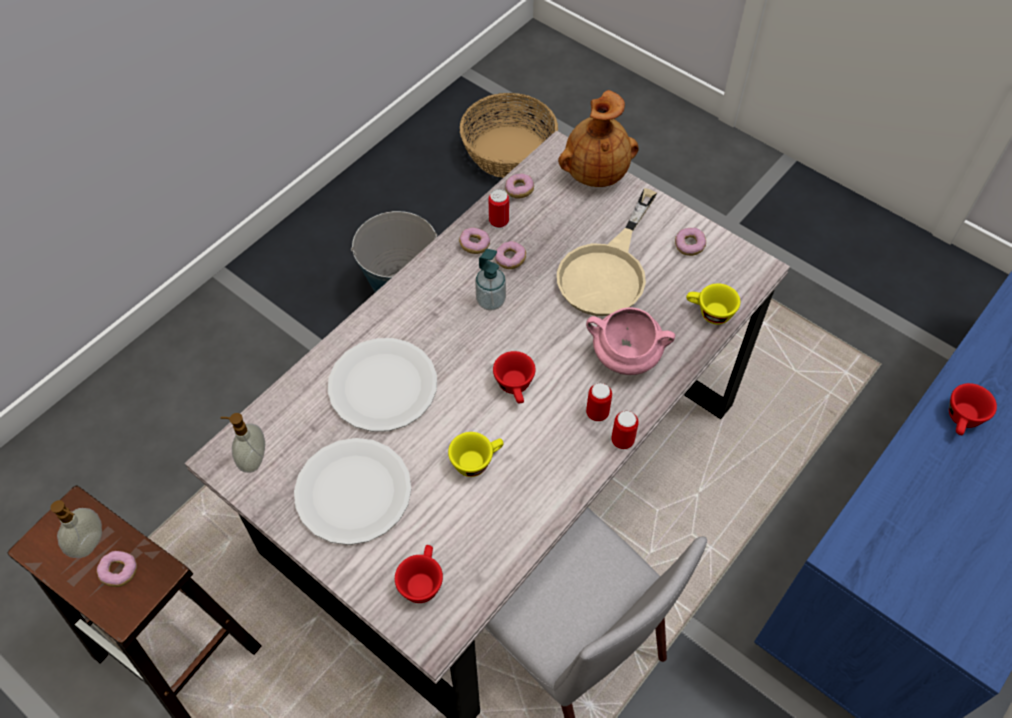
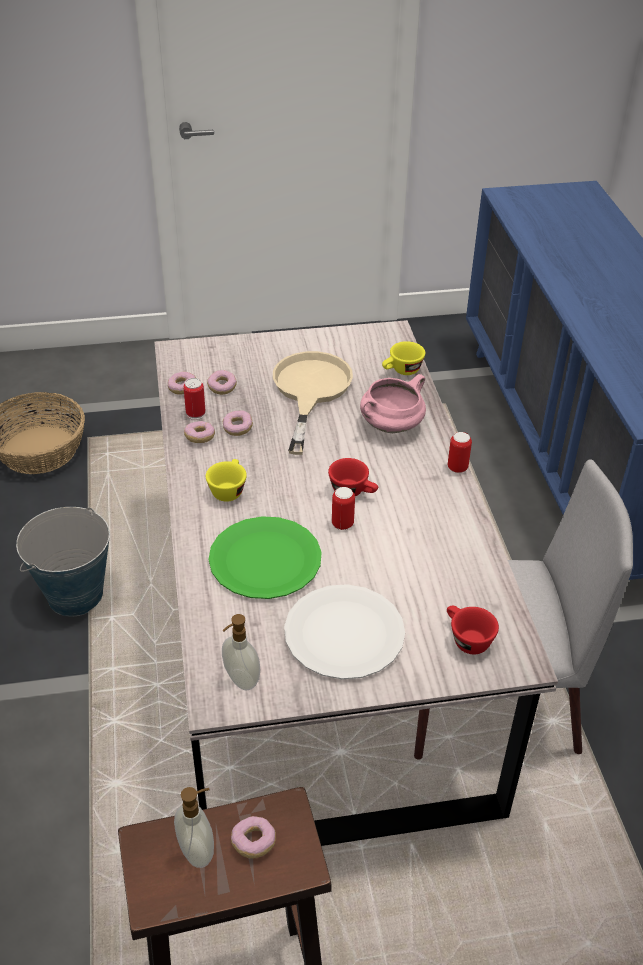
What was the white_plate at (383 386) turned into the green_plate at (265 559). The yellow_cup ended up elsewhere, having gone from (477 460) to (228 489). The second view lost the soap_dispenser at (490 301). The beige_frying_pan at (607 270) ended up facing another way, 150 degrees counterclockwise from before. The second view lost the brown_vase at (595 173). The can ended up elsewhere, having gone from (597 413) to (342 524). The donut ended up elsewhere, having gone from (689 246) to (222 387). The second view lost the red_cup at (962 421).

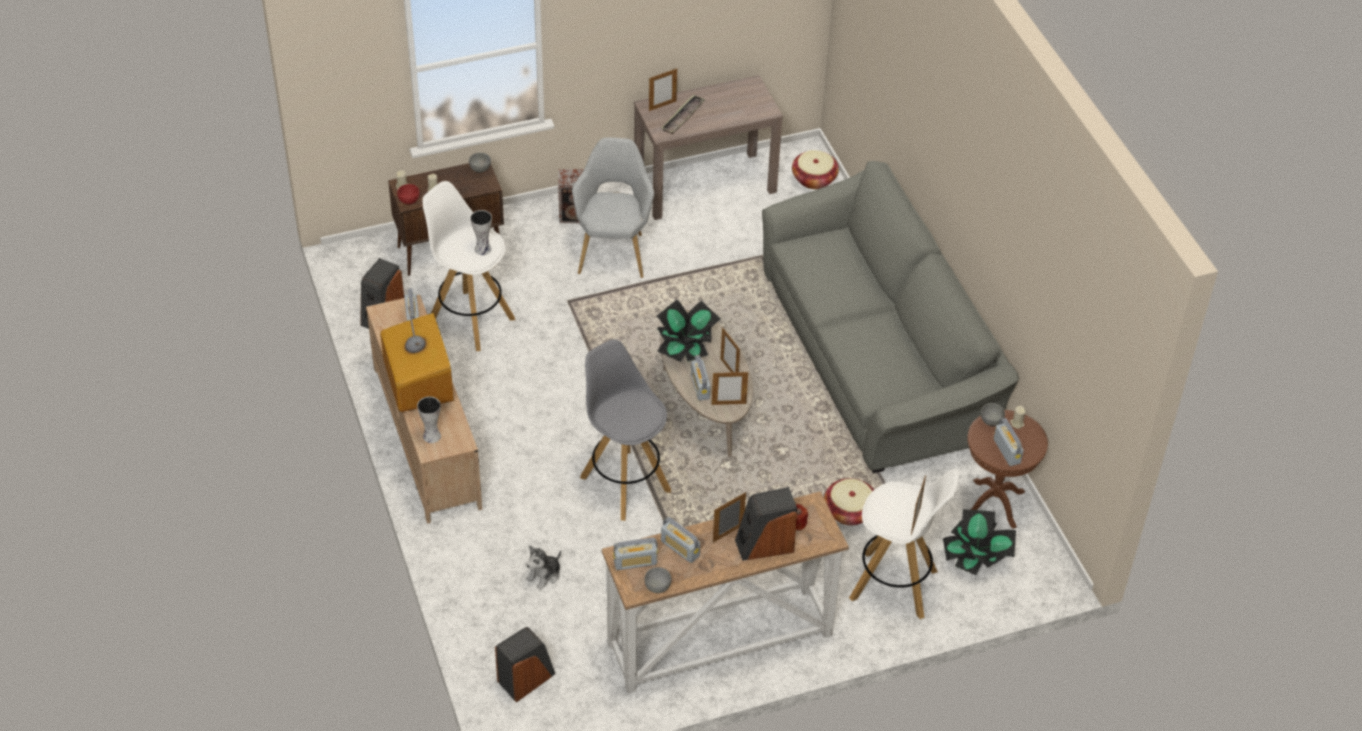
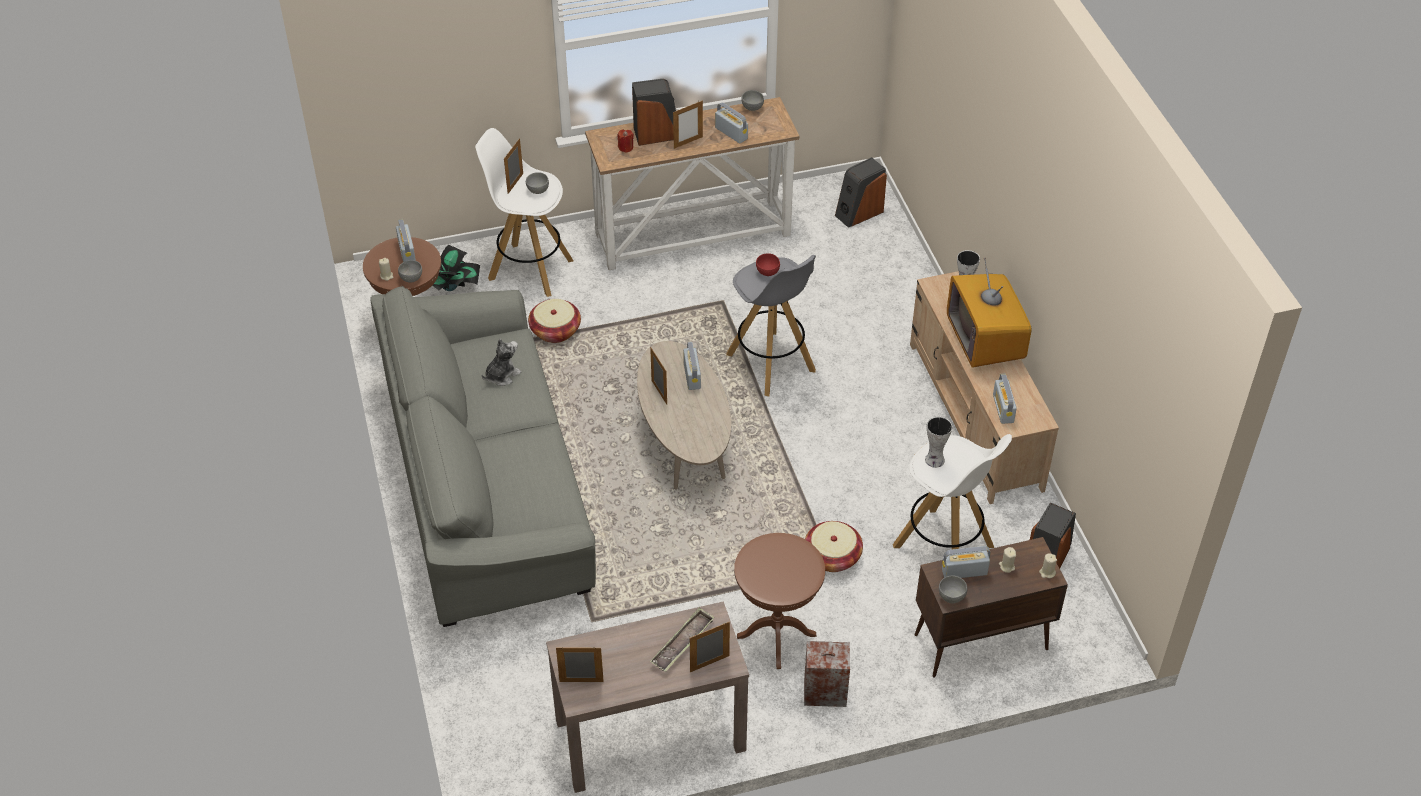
The red_bowl ended up elsewhere, having gone from (409 201) to (767 272). The plush_toy ended up elsewhere, having gone from (544 575) to (502 375). Where the grey_armchair stood at (613 250), the brown_side_table came to stand at (776 636). The radio ended up elsewhere, having gone from (635 562) to (964 572). The second view lost the potted_plant at (686 348). The picture_frame ended up elsewhere, having gone from (728 404) to (581 681). The basket ended up elsewhere, having gone from (814 179) to (832 556). The second view gained the grey_bowl at (538 190).

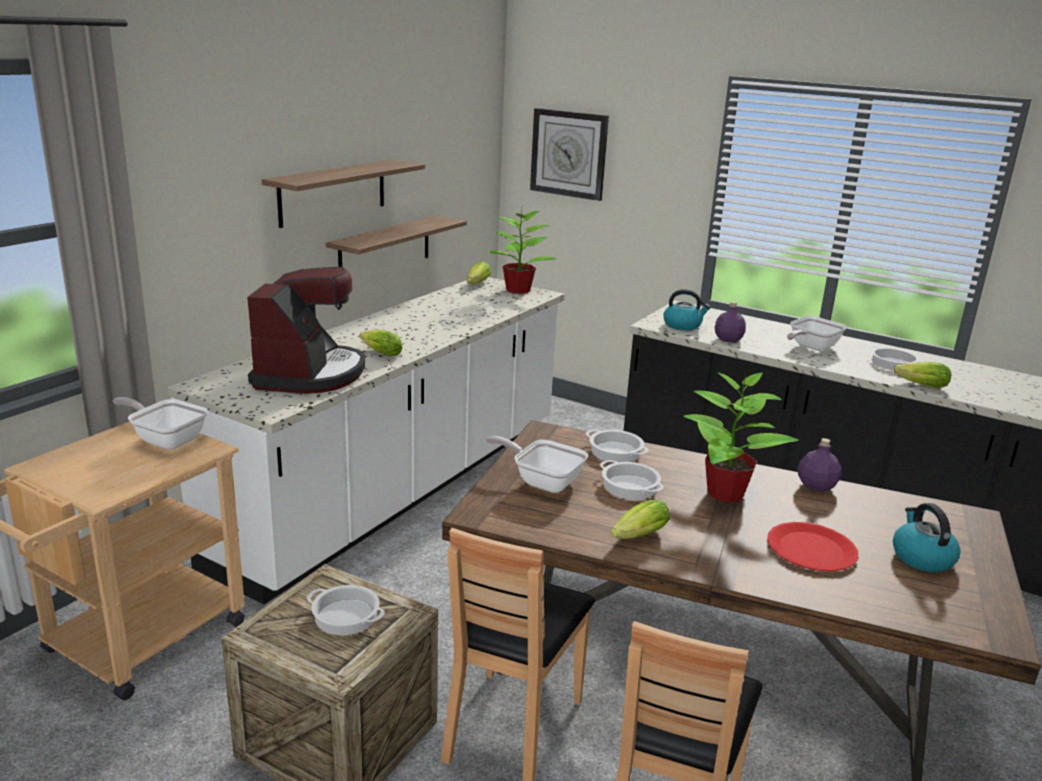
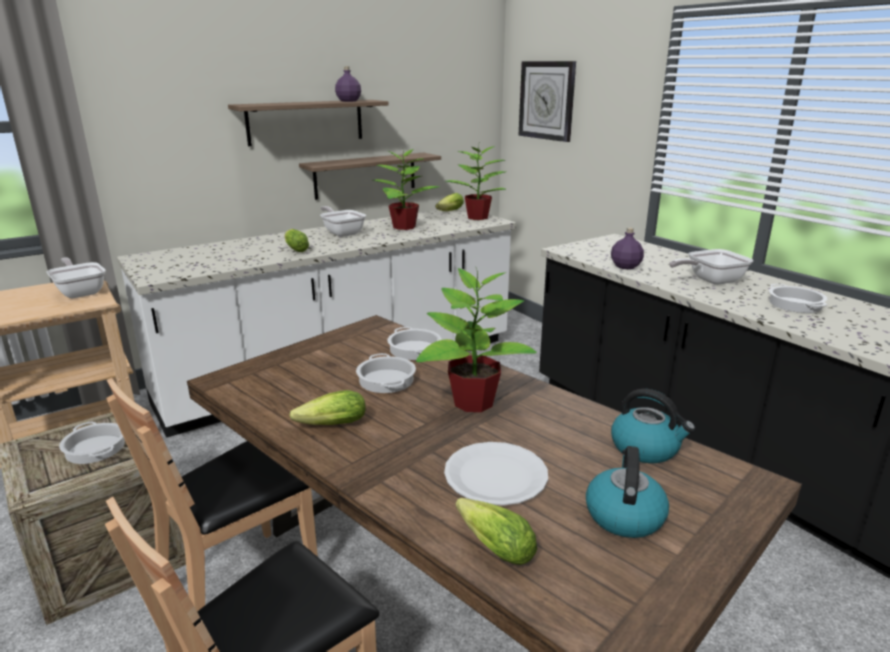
The second view lost the coffee_machine at (310 374). The frying_pan ended up elsewhere, having gone from (542 481) to (342 233). The kettle ended up elsewhere, having gone from (683 325) to (646 448). What was the red_plate at (811 549) turned into the white_plate at (495 475). The purple_bottle ended up elsewhere, having gone from (817 486) to (349 101). The lettuce ended up elsewhere, having gone from (919 385) to (491 545). The second view gained the potted_plant at (403 227).

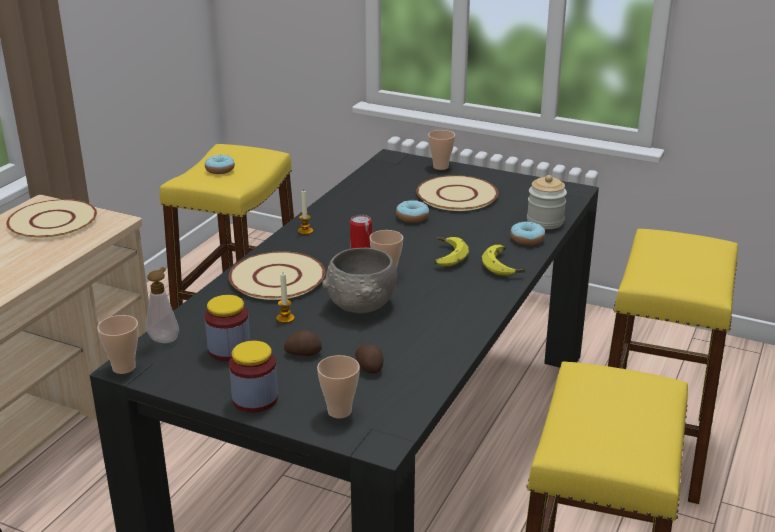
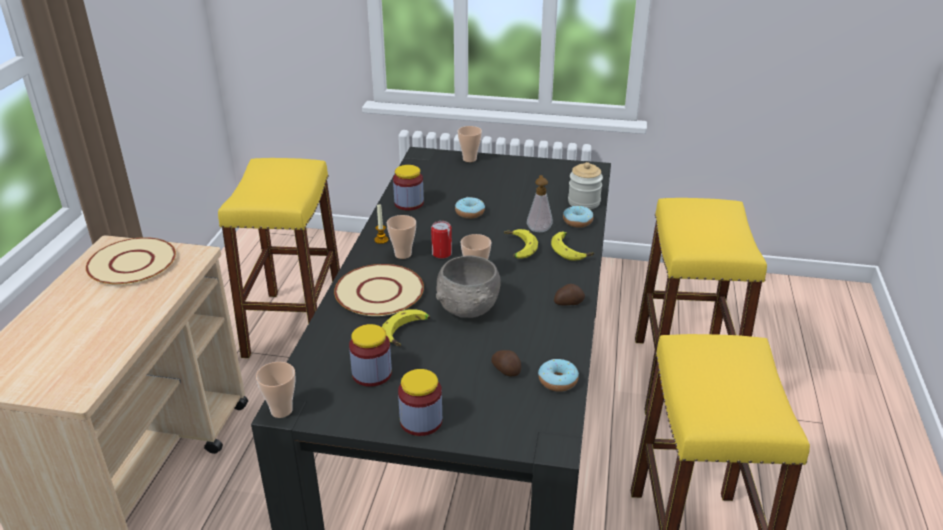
The soap_dispenser ended up elsewhere, having gone from (165 338) to (539 229). The donut ended up elsewhere, having gone from (220 170) to (557 381). Where the candle stood at (285 318), the banana came to stand at (407 333). The potato ended up elsewhere, having gone from (303 352) to (568 302). The cup ended up elsewhere, having gone from (339 411) to (403 254). The second view lost the beige_plate at (457 195). The second view gained the jar at (409 203).

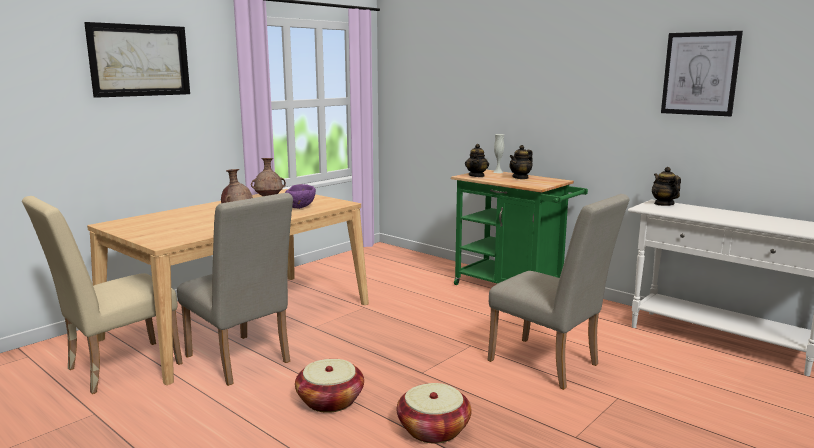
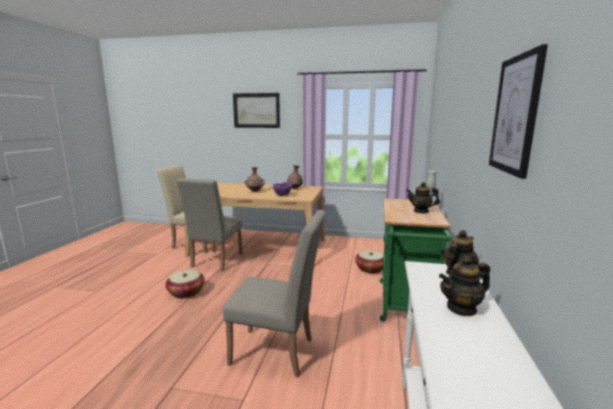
The basket ended up elsewhere, having gone from (433 429) to (370 269). The teapot ended up elsewhere, having gone from (476 176) to (461 308). The beige_chair at (550 365) ended up facing another way, 90 degrees counterclockwise from before.

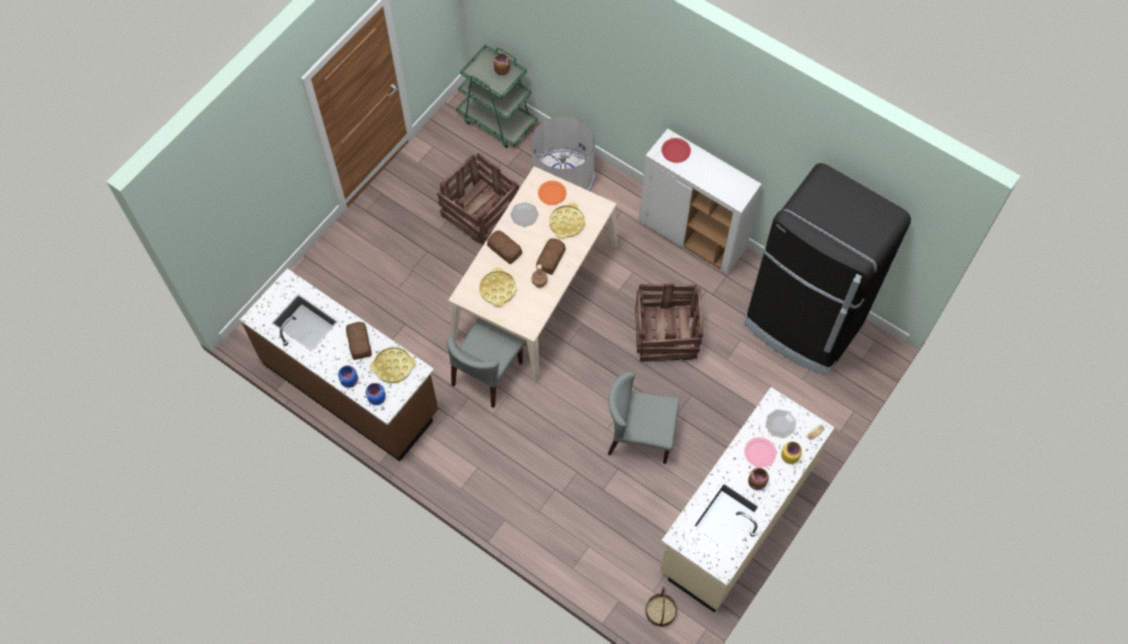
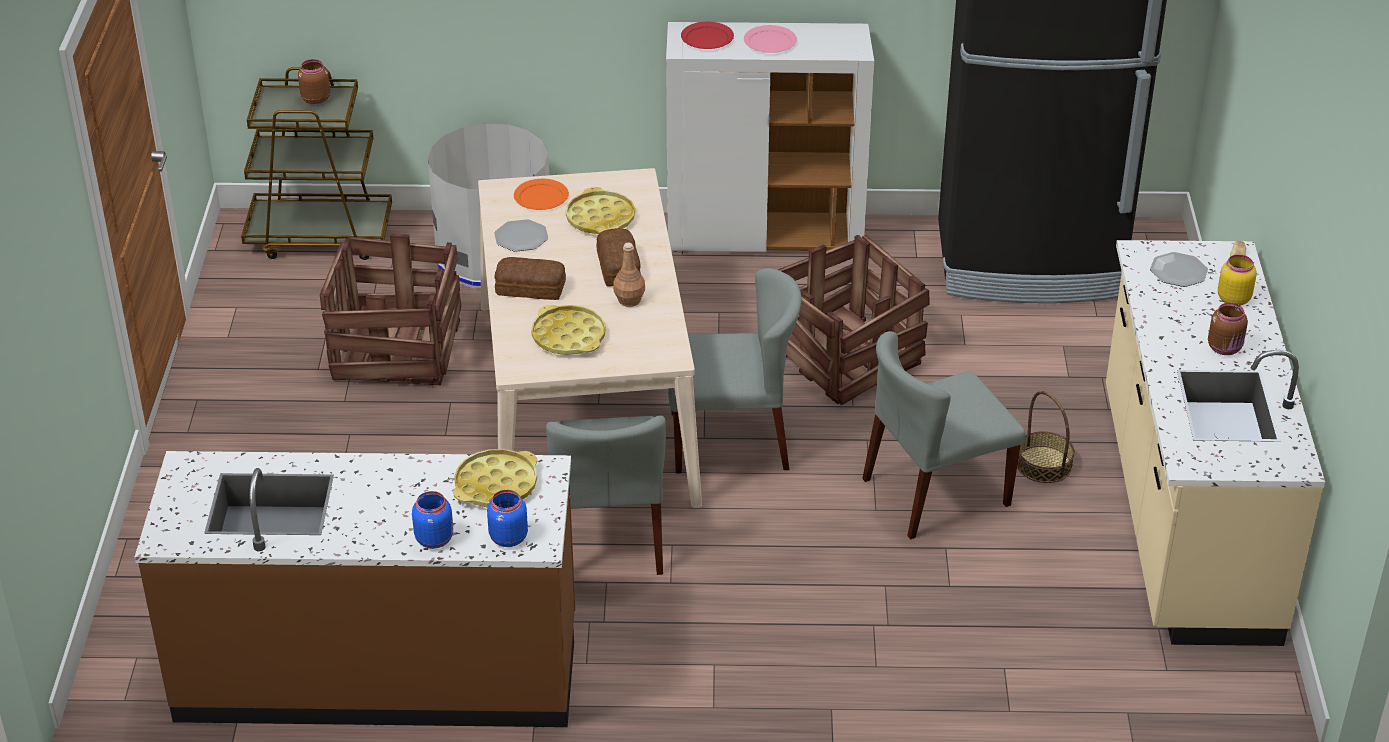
The second view lost the bread at (359 344). What was the green_cart at (497 121) turned into the brown_cart at (320 236). The basket ended up elsewhere, having gone from (661 611) to (1044 464). The pink_plate ended up elsewhere, having gone from (760 453) to (770 42). The second view gained the grey_chair at (730 440).

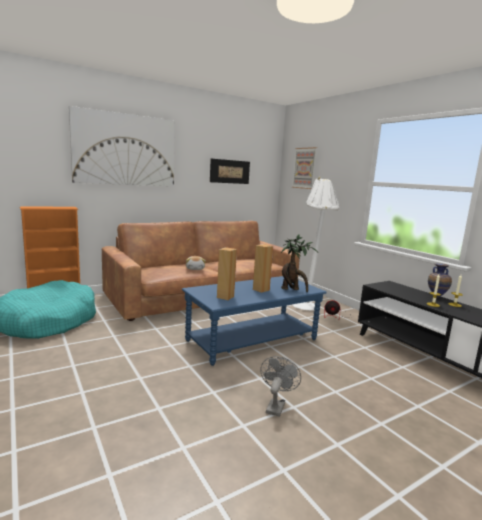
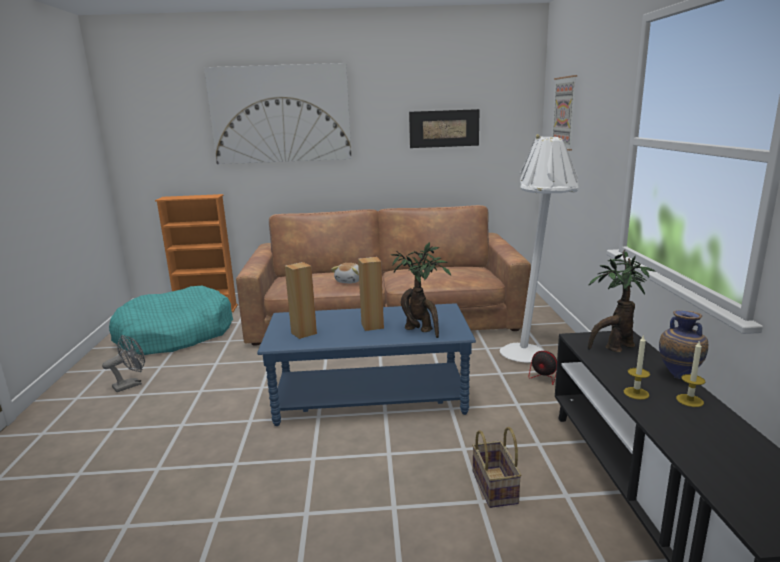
The grey_fan ended up elsewhere, having gone from (276 406) to (131 384). The second view gained the basket at (496 488). The second view gained the potted_plant at (614 348).

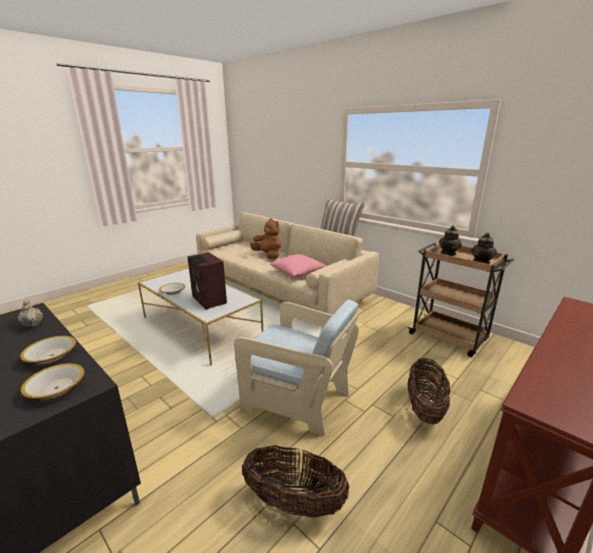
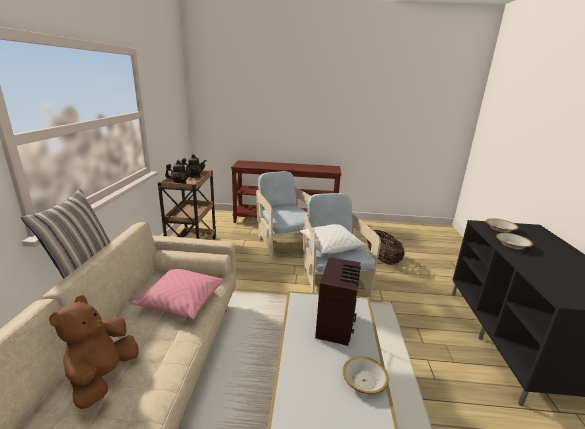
The second view lost the beige_teapot at (32 324). Where the basket stood at (424 408), the beige_armchair came to stand at (284 244). The second view gained the white_pillow at (330 246).

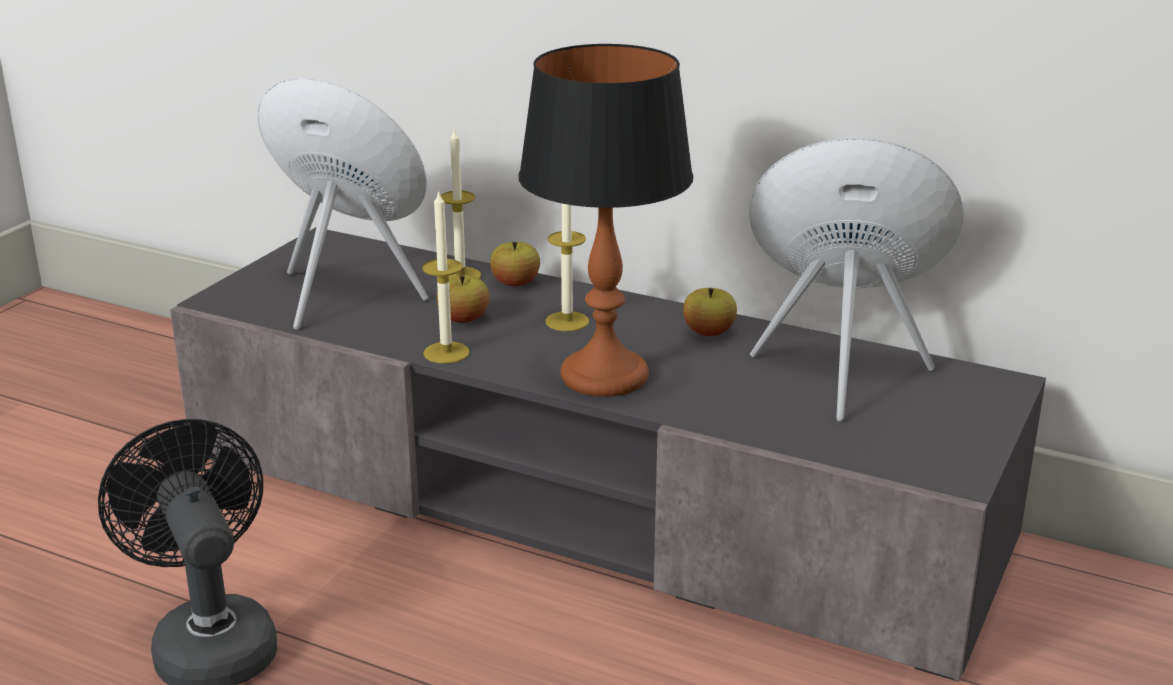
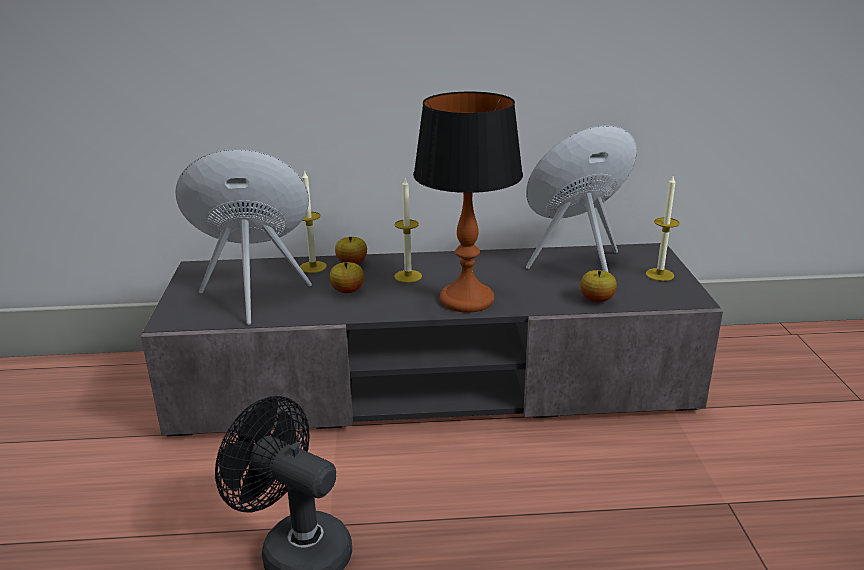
The candle ended up elsewhere, having gone from (446 352) to (659 274). The apple ended up elsewhere, having gone from (709 333) to (597 300).

